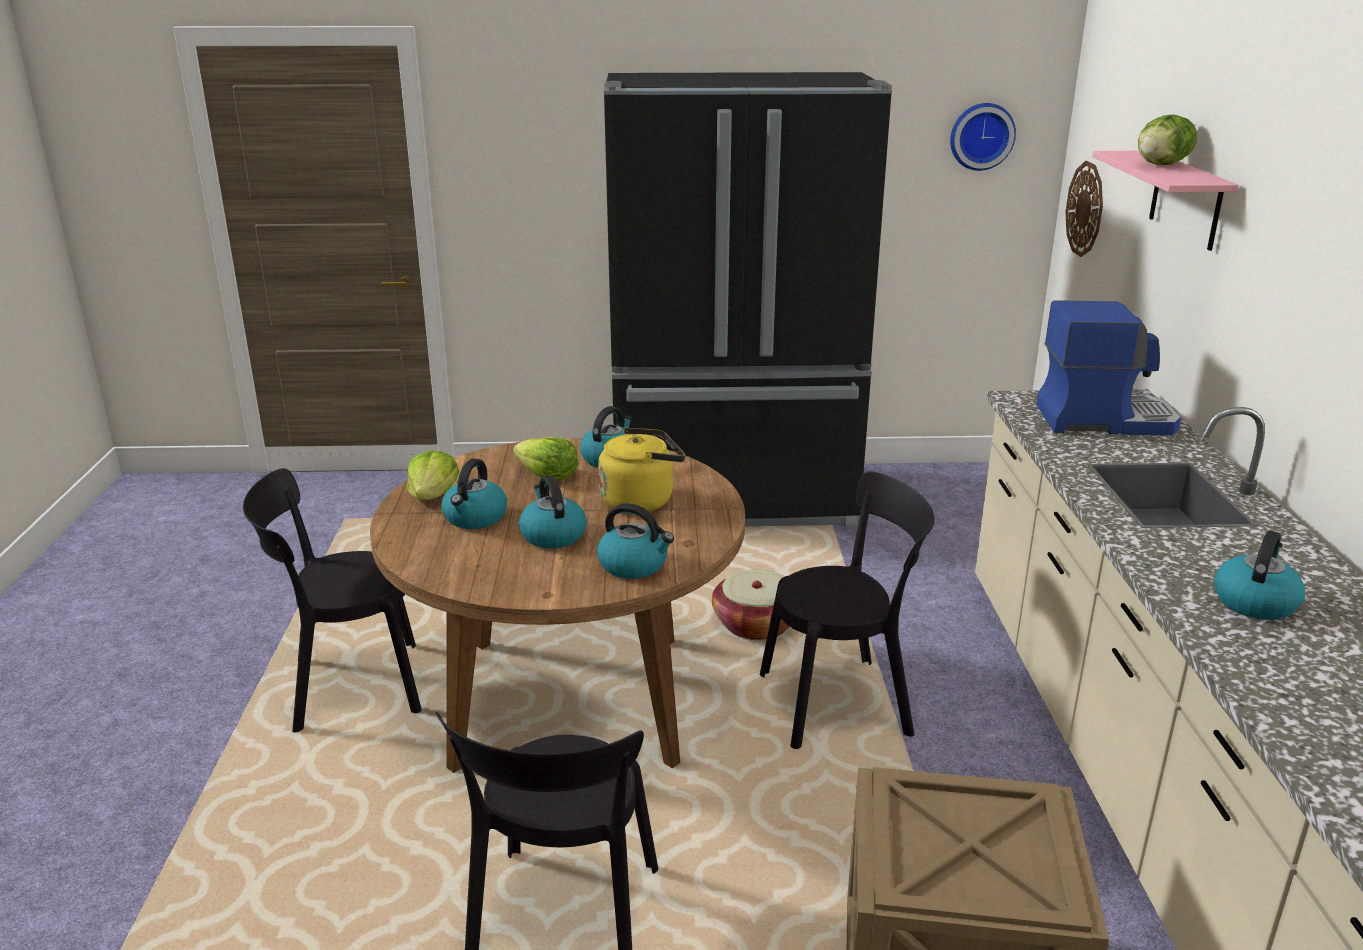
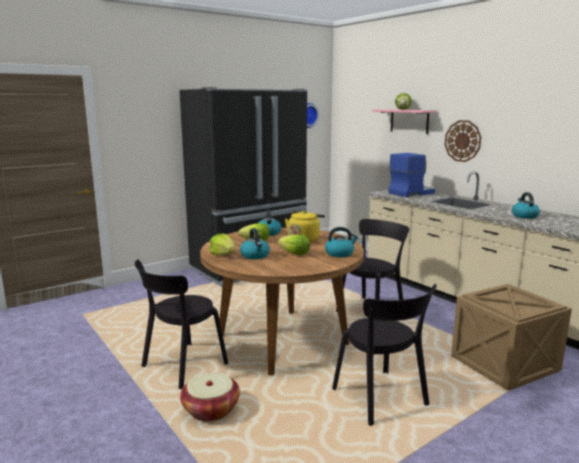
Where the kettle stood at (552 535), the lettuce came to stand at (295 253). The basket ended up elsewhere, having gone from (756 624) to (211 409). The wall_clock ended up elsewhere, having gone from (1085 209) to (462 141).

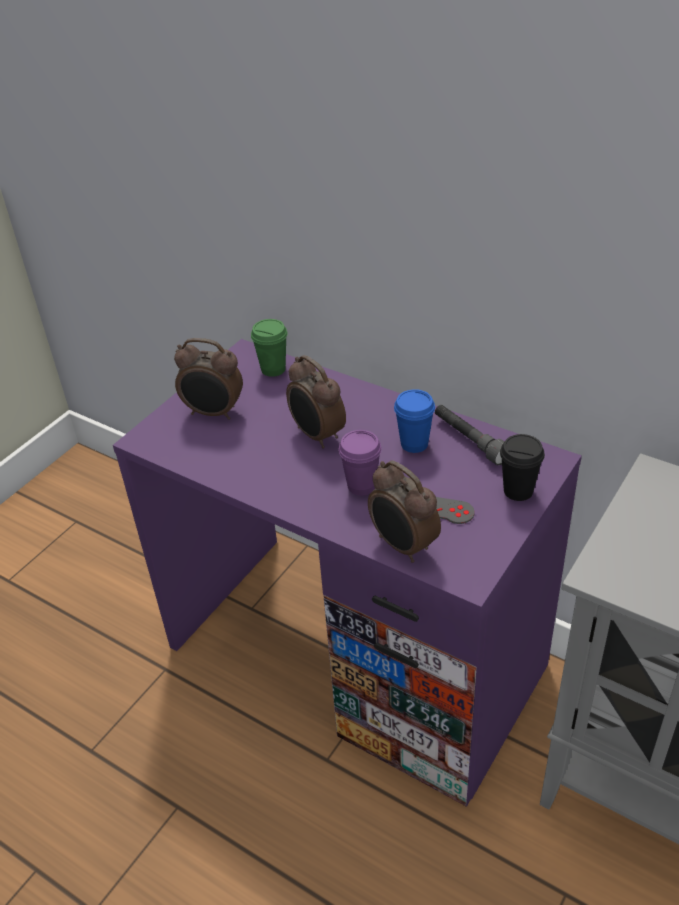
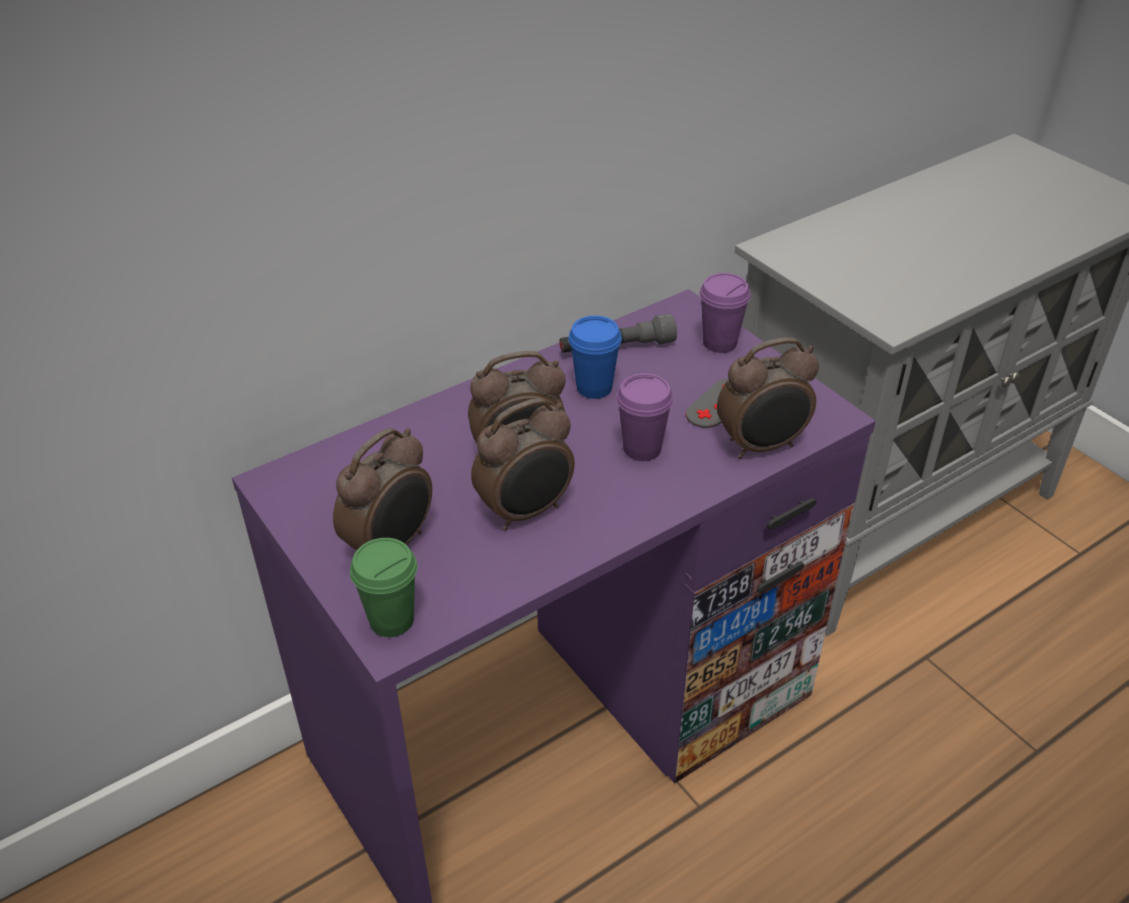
The green_cup ended up elsewhere, having gone from (273 369) to (392 620). What was the black_cup at (518 491) turned into the purple_cup at (720 343). The second view gained the alarm_clock at (527 512).

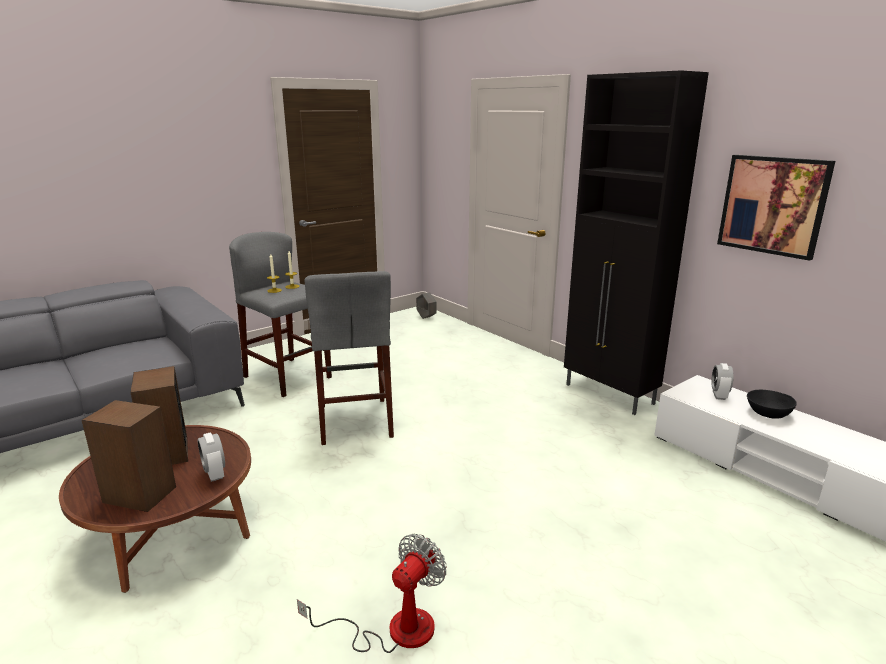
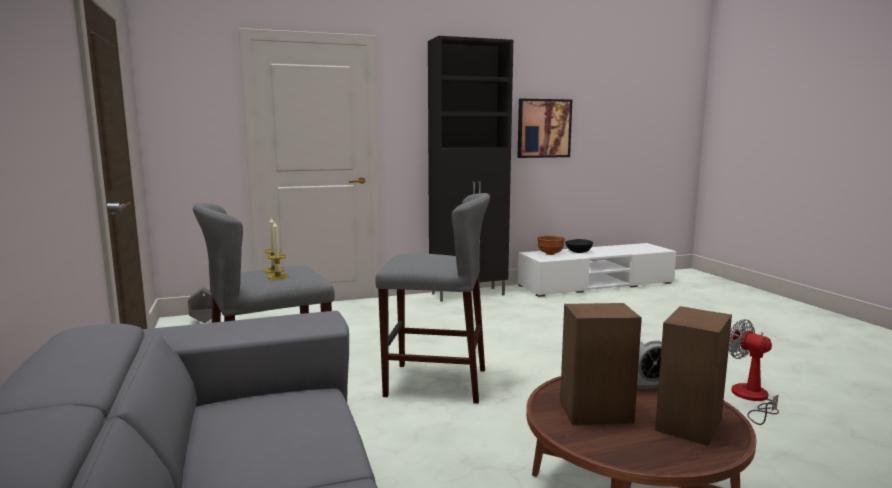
Where the alarm_clock stood at (719 395), the brown_bowl came to stand at (550 254).

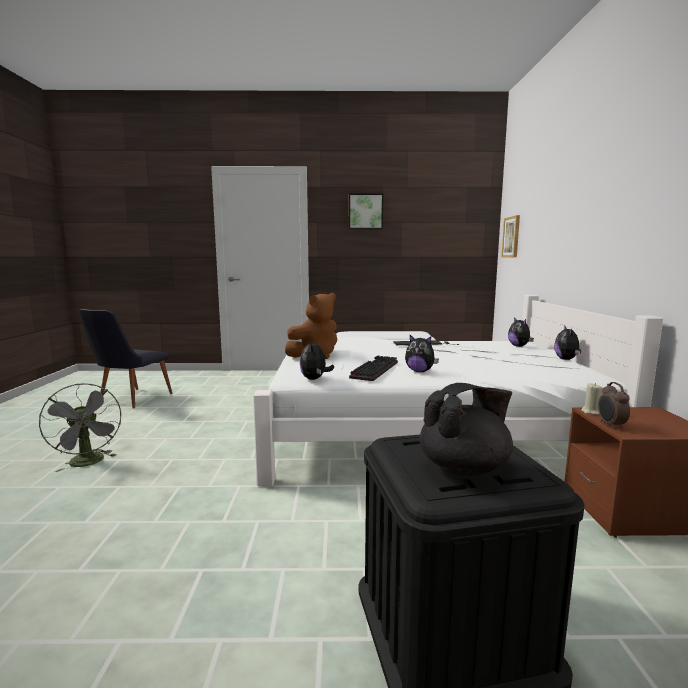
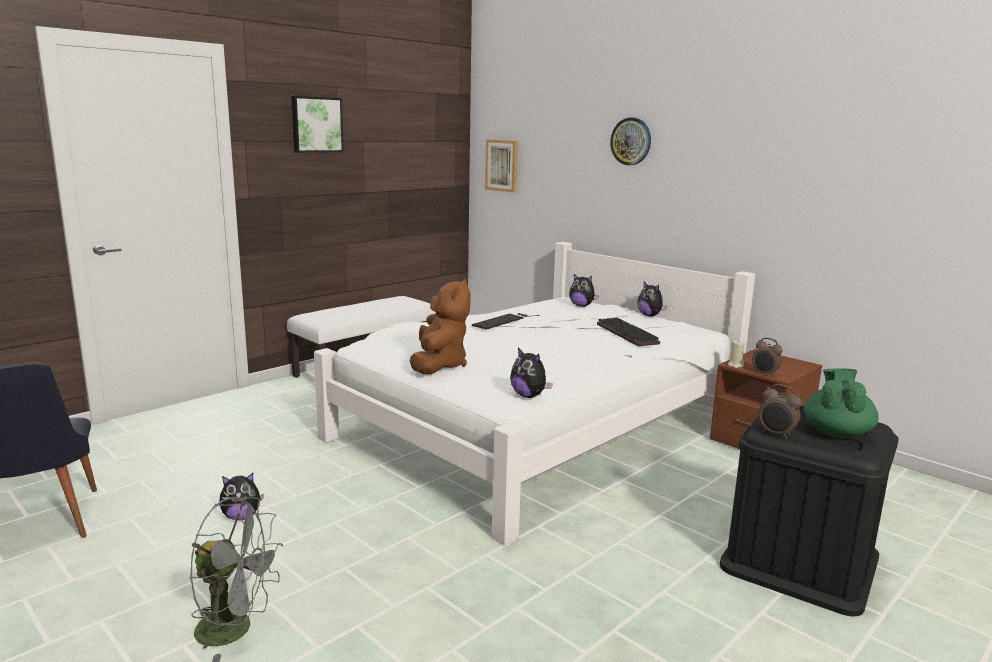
The keyboard ended up elsewhere, having gone from (374 369) to (624 334). The plush_toy ended up elsewhere, having gone from (420 371) to (241 516). What was the black_teapot at (464 468) turned into the green_teapot at (836 432). The second view gained the wall_clock at (631 141). The second view gained the alarm_clock at (776 434).

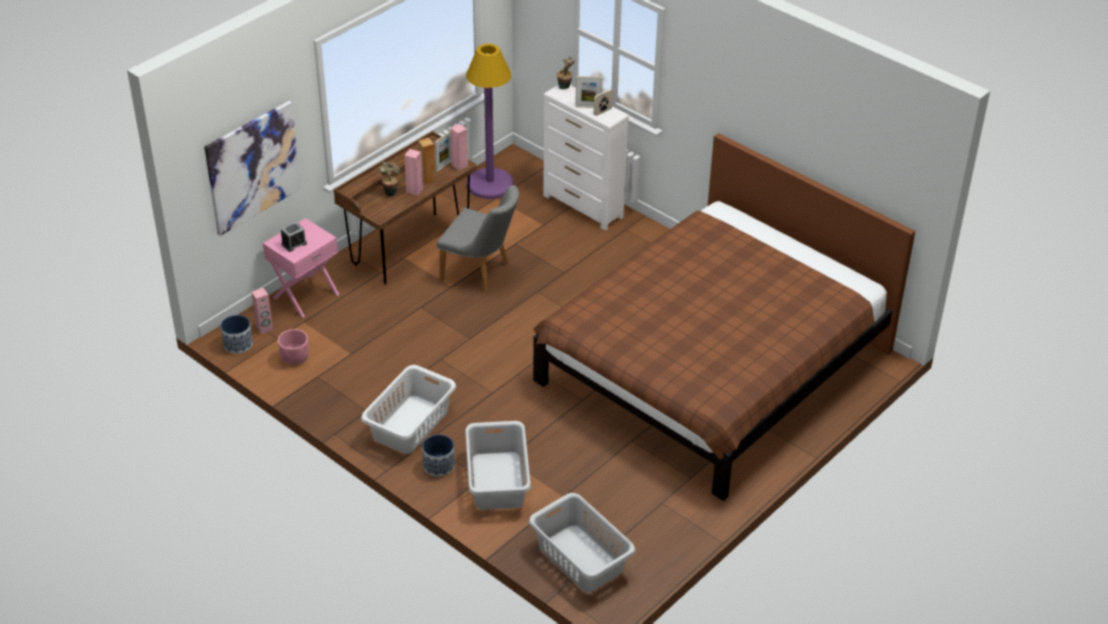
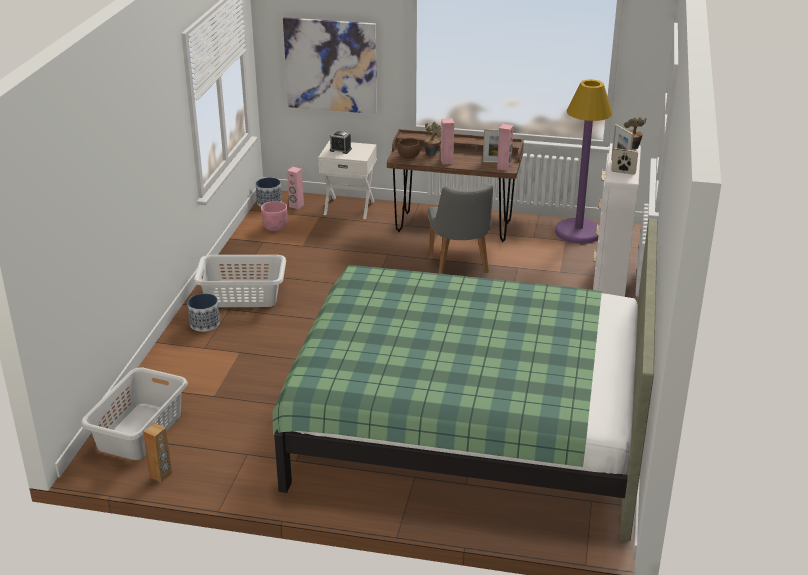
What was the pink_nightstand at (305 295) turned into the white_nightstand at (349 207). The brown_speaker ended up elsewhere, having gone from (428 179) to (161 475). The second view lost the grey_laundry_basket at (497 481). What was the brown_bed at (712 366) turned into the green_bed at (470 423). The second view gained the brown_bowl at (409 156).

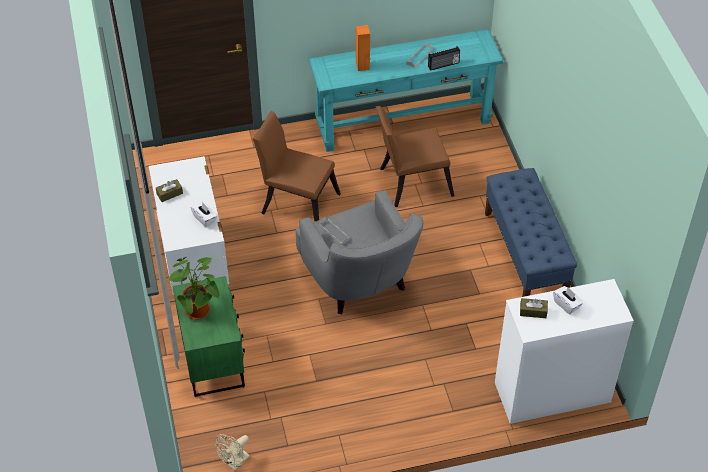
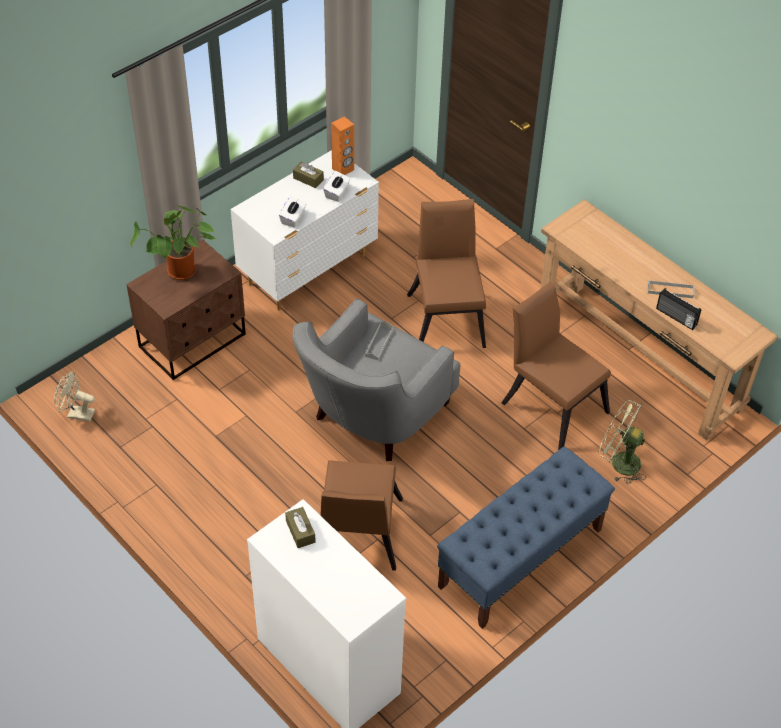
What was the green_nightstand at (213 359) turned into the brown_nightstand at (193 341). What was the turquoise_console_table at (403 122) turned into the brown_console_table at (637 358). The orange_speaker ended up elsewhere, having gone from (363 66) to (343 169). The white_tissue_box ended up elsewhere, having gone from (566 304) to (337 193). The second view gained the brown_chair at (357 537). The second view gained the green_fan at (619 462).

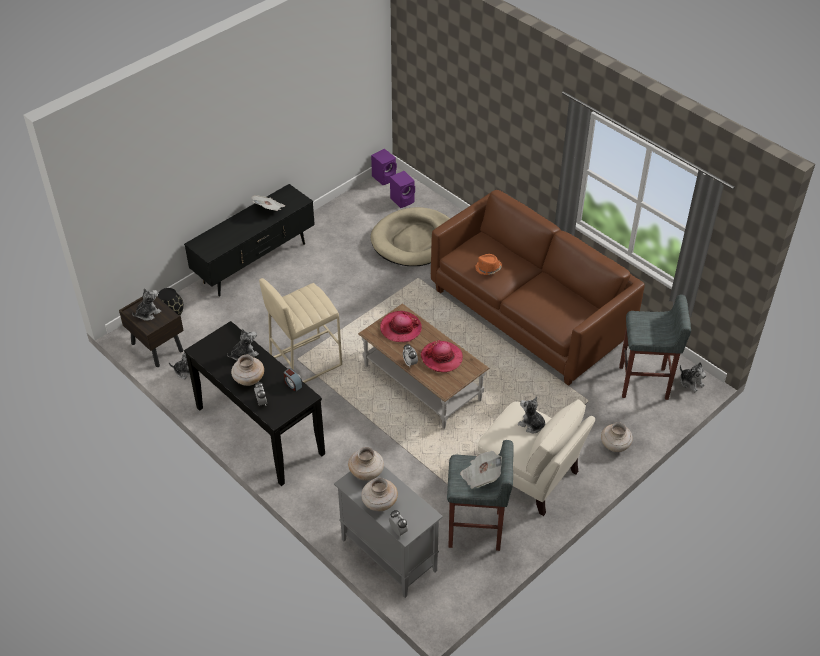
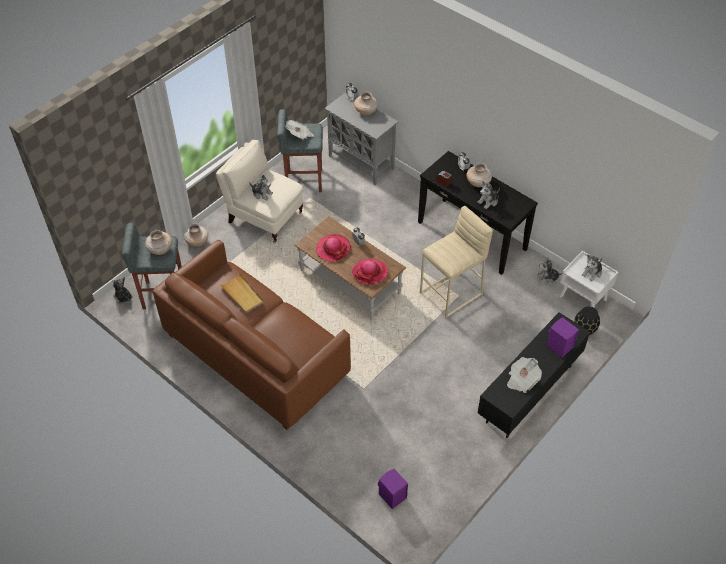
What was the brown_nightstand at (156 347) turned into the white_nightstand at (583 298). The beige_vase ended up elsewhere, having gone from (366 473) to (160 250). The second view lost the beige_dog_bed at (414 240). The purple_speaker ended up elsewhere, having gone from (384 177) to (559 346). The second view lost the orange_hat at (488 268). The second view gained the beige_tray at (242 294).

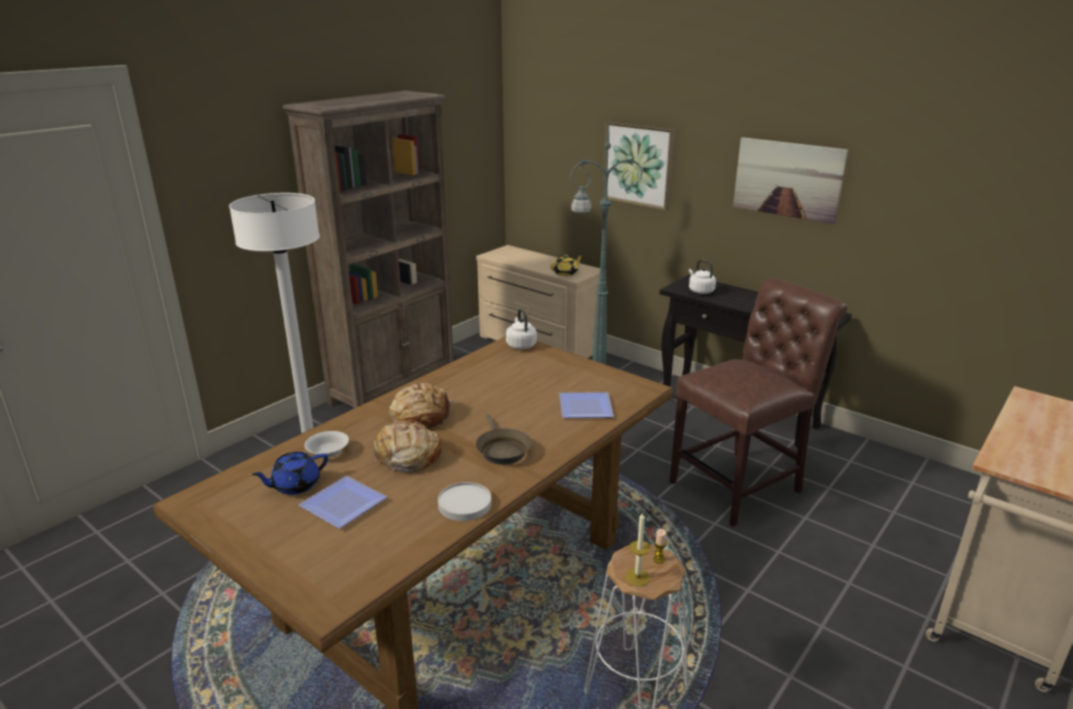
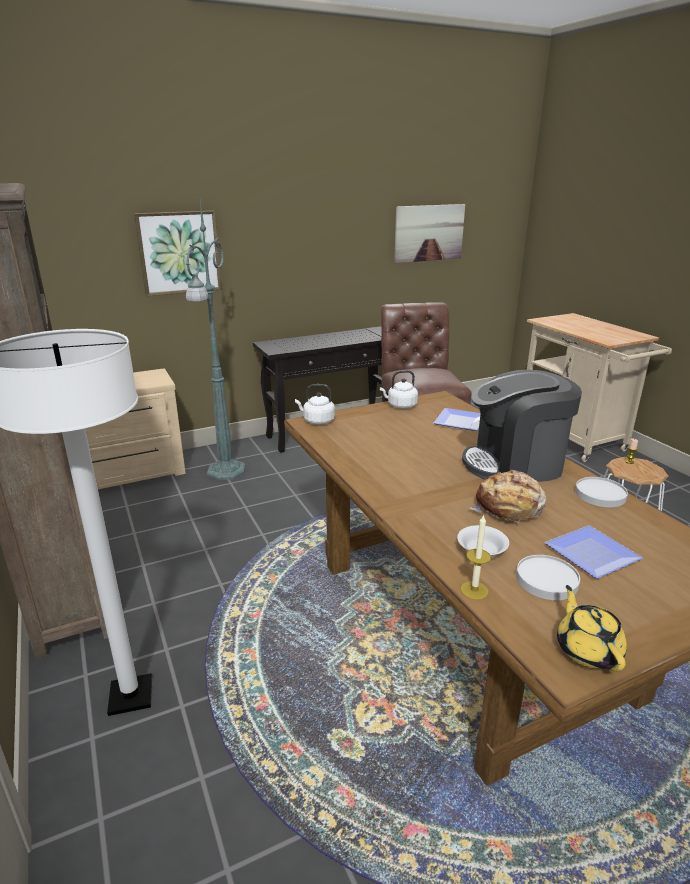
Where the blue_teapot stood at (295 485), the white_plate came to stand at (547 580). The second view lost the bread at (420 416). Where the brown_frying_pan stood at (502 450), the coffee_machine came to stand at (515 464). The yellow_teapot ended up elsewhere, having gone from (566 273) to (587 650). The candle ended up elsewhere, having gone from (637 577) to (474 590). The white_kettle ended up elsewhere, having gone from (700 291) to (400 406). The picture ended up elsewhere, having gone from (787 179) to (429 233).

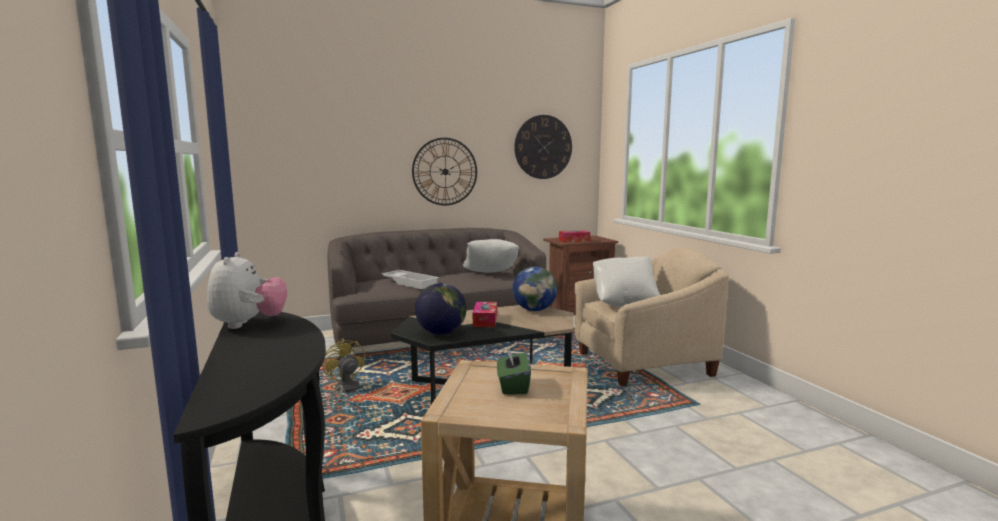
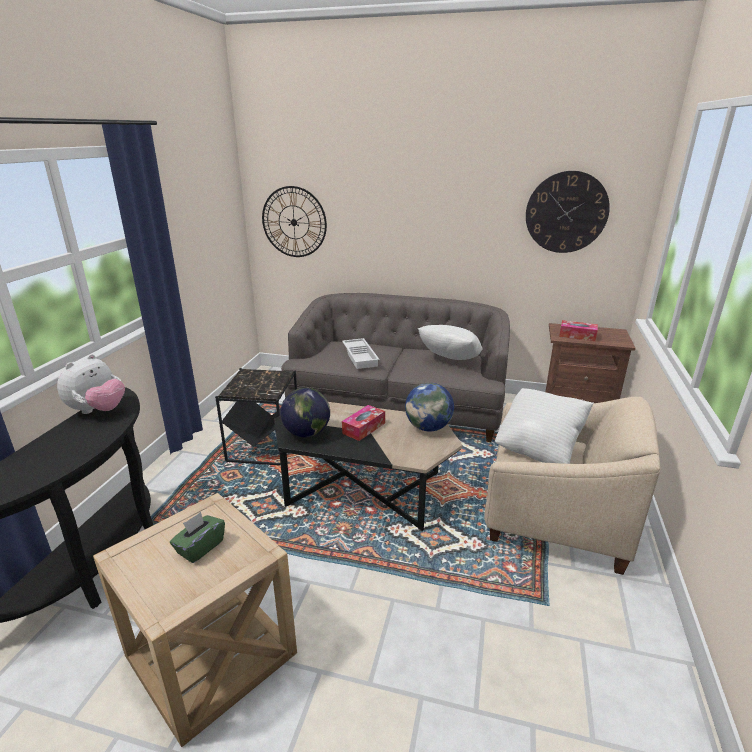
Where the yellow_fan stood at (344 391), the black_side_table came to stand at (263 446). The wall_clock ended up elsewhere, having gone from (445 171) to (294 222).

